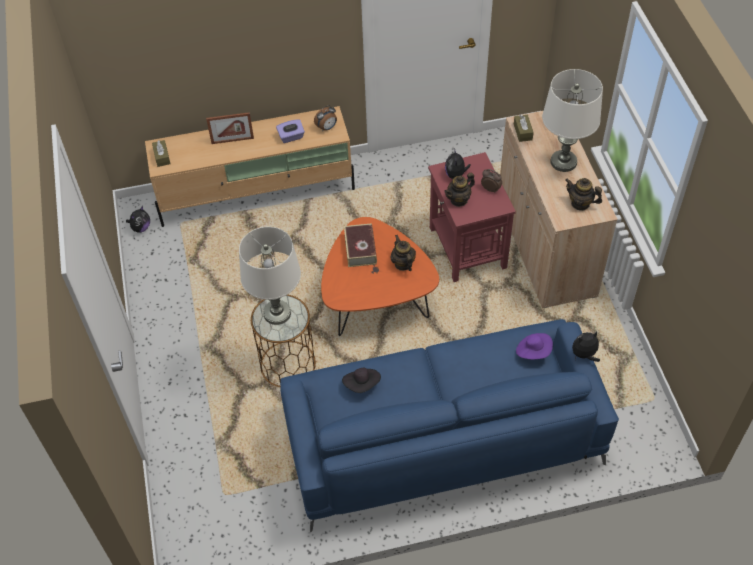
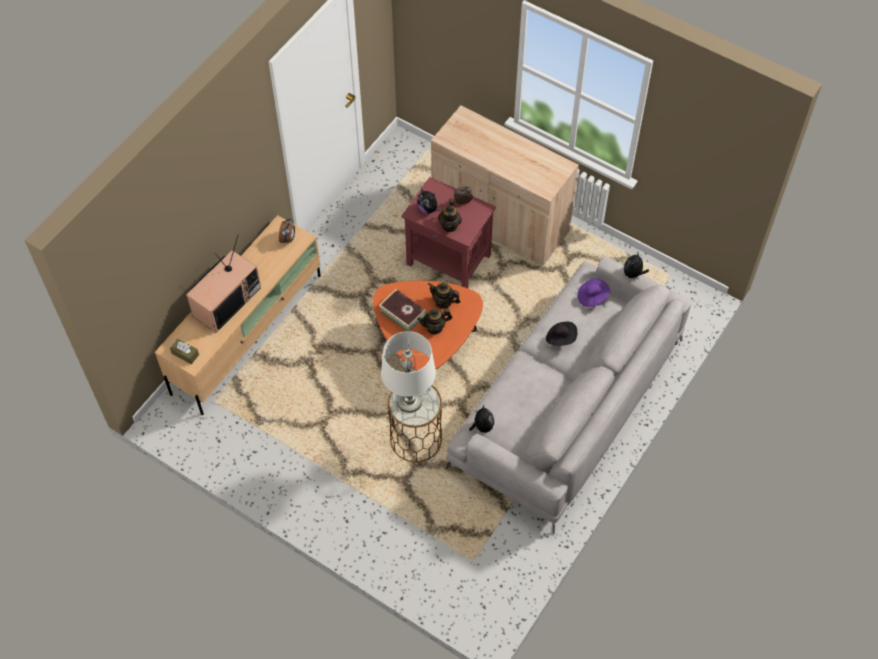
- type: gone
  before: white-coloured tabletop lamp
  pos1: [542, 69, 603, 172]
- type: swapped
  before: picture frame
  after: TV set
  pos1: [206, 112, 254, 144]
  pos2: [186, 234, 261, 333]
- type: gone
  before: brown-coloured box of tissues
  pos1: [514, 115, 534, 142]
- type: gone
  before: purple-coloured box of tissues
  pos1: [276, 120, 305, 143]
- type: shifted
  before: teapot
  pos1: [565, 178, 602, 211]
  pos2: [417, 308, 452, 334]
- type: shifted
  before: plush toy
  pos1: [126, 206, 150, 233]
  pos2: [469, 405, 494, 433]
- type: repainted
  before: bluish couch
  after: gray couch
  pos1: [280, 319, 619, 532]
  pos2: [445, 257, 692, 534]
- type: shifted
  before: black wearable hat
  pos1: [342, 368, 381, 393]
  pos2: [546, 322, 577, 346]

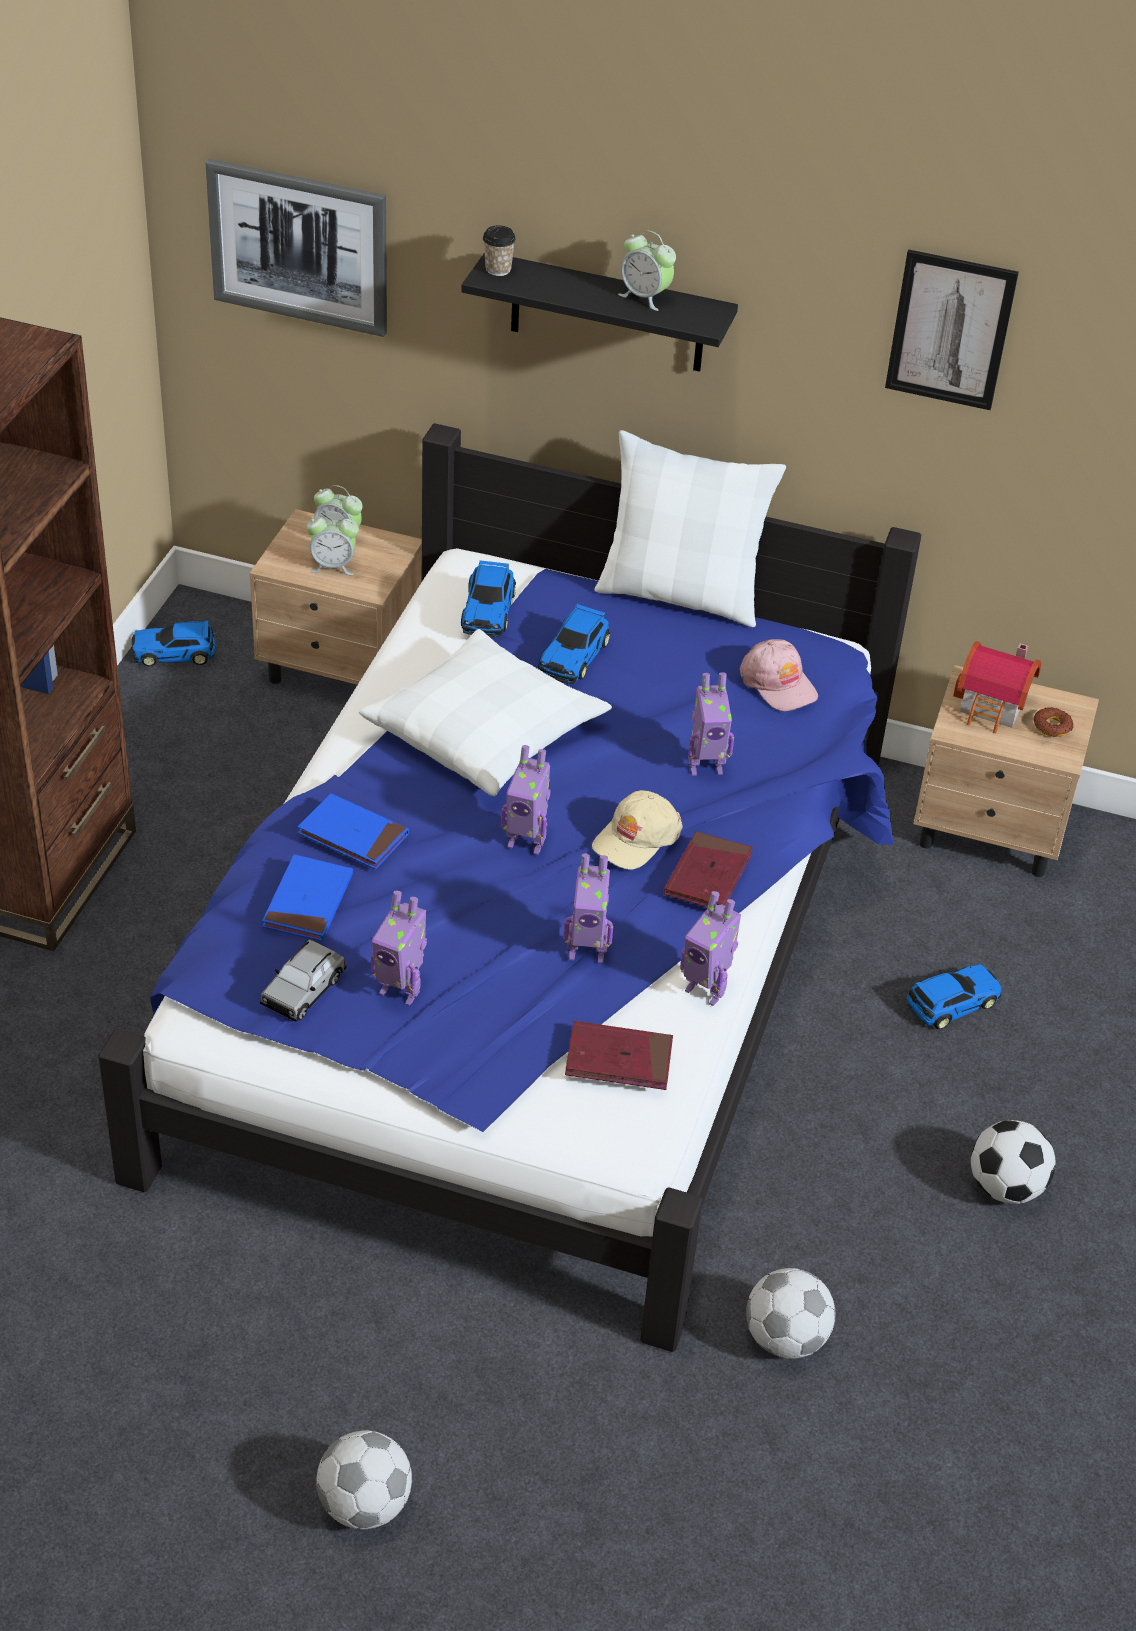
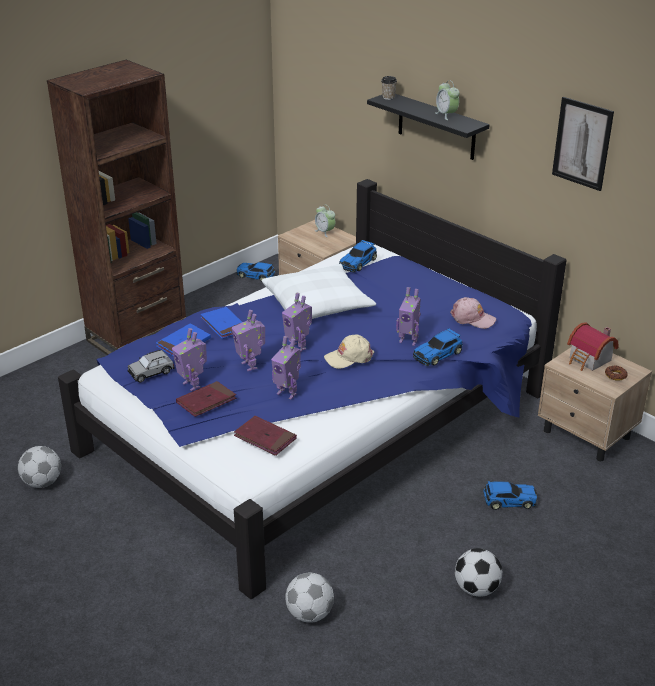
- type: gone
  before: wall picture
  pos1: [205, 159, 387, 337]
- type: gone
  before: white-coloured pillow
  pos1: [594, 430, 786, 627]
- type: gone
  before: table clock
  pos1: [307, 511, 359, 575]
- type: shifted
  before: miniature car
  pos1: [538, 604, 610, 684]
  pos2: [413, 328, 463, 366]
- type: rotated
  before: pink peaked cap
  pos1: [740, 639, 818, 711]
  pos2: [450, 297, 496, 329]
  turn: -60
- type: shifted
  before: reddish bound book
  pos1: [664, 831, 753, 907]
  pos2: [176, 381, 236, 417]
- type: shifted
  before: model robot
  pos1: [680, 891, 741, 1006]
  pos2: [232, 310, 265, 371]
- type: shifted
  before: ball for football
  pos1: [316, 1430, 412, 1530]
  pos2: [18, 446, 61, 488]

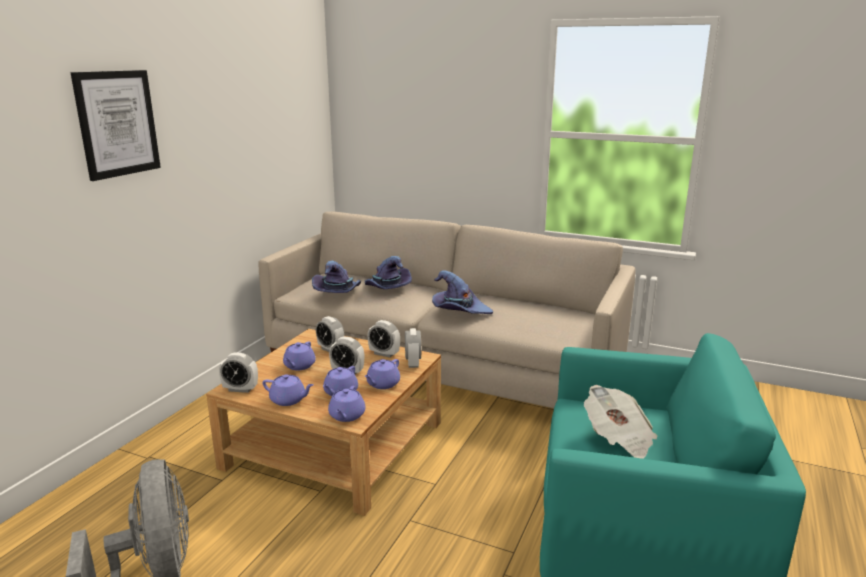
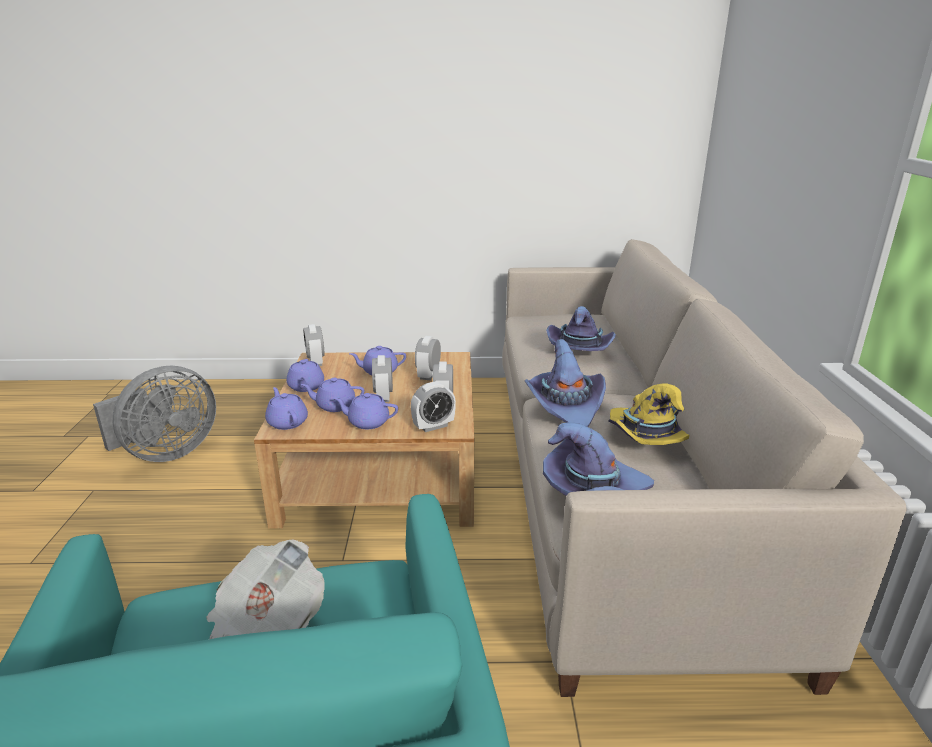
- type: gone
  before: wall picture
  pos1: [71, 70, 161, 181]
- type: shifted
  before: purple-coloured wearable hat
  pos1: [312, 261, 361, 293]
  pos2: [543, 422, 654, 496]
- type: rotated
  before: purple-coloured teapot
  pos1: [328, 386, 365, 422]
  pos2: [265, 387, 308, 430]
  turn: 75
- type: new
  after: yellow-coloured wearable hat
  pos2: [608, 383, 689, 445]

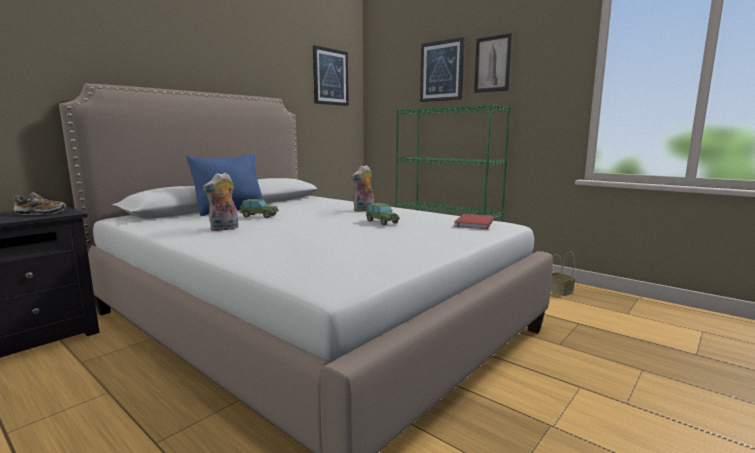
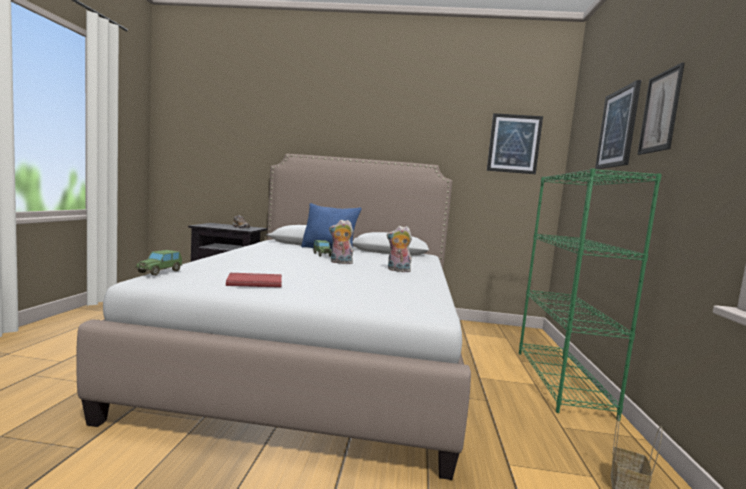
- type: shifted
  before: plush toy
  pos1: [202, 172, 239, 231]
  pos2: [329, 220, 353, 264]
- type: shifted
  before: miniature car
  pos1: [366, 203, 400, 225]
  pos2: [135, 250, 182, 275]
- type: shifted
  before: reddish bound book
  pos1: [454, 214, 494, 229]
  pos2: [226, 273, 282, 288]

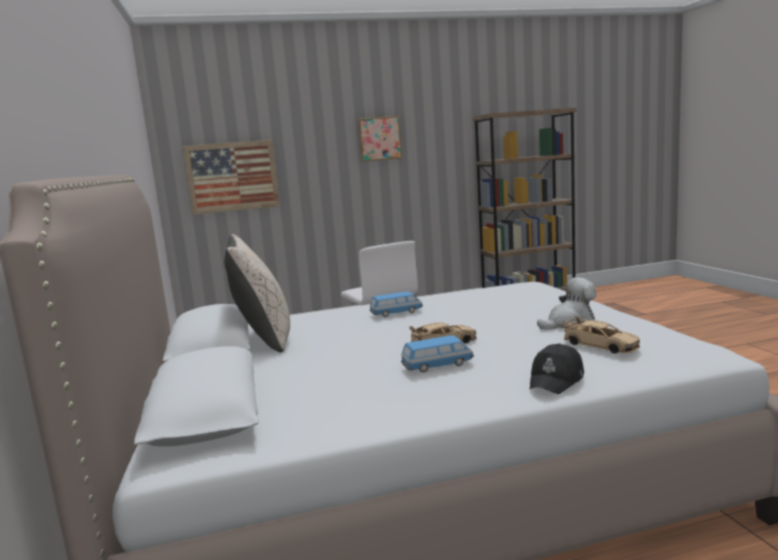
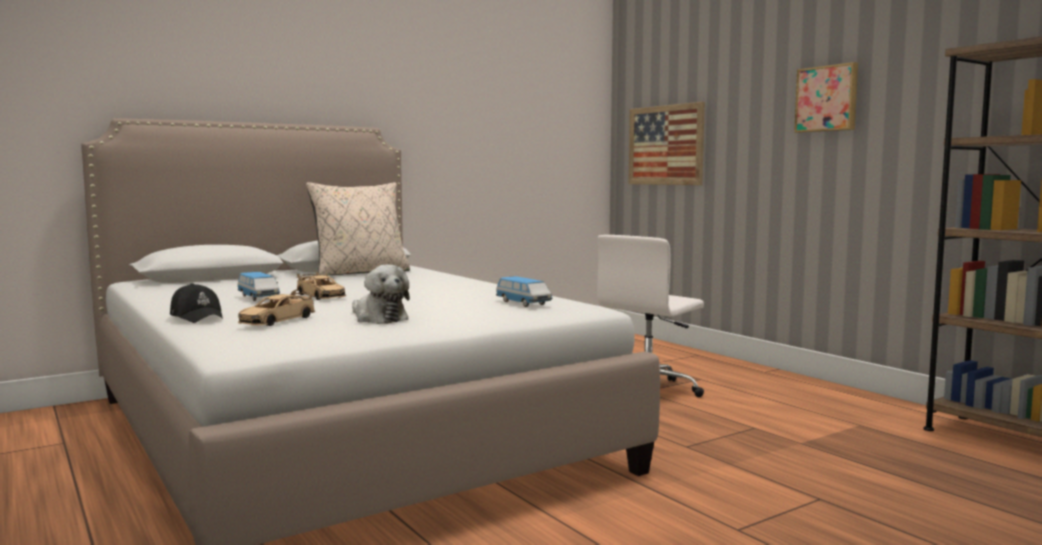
- type: shifted
  before: miniature car
  pos1: [370, 291, 423, 317]
  pos2: [496, 276, 553, 307]
- type: rotated
  before: black peaked cap
  pos1: [530, 343, 584, 394]
  pos2: [170, 283, 223, 323]
  turn: -150

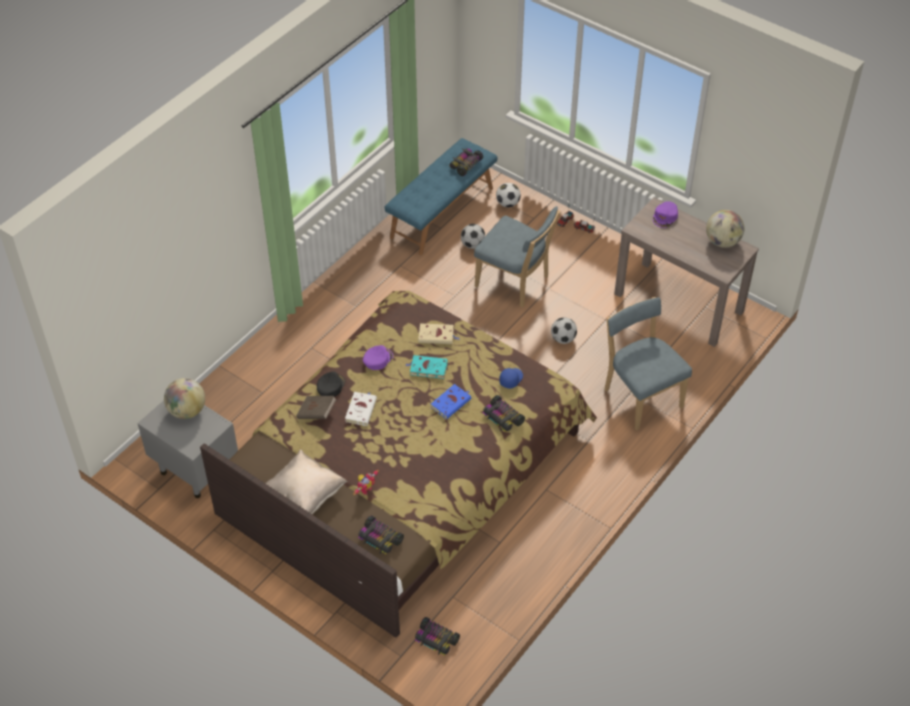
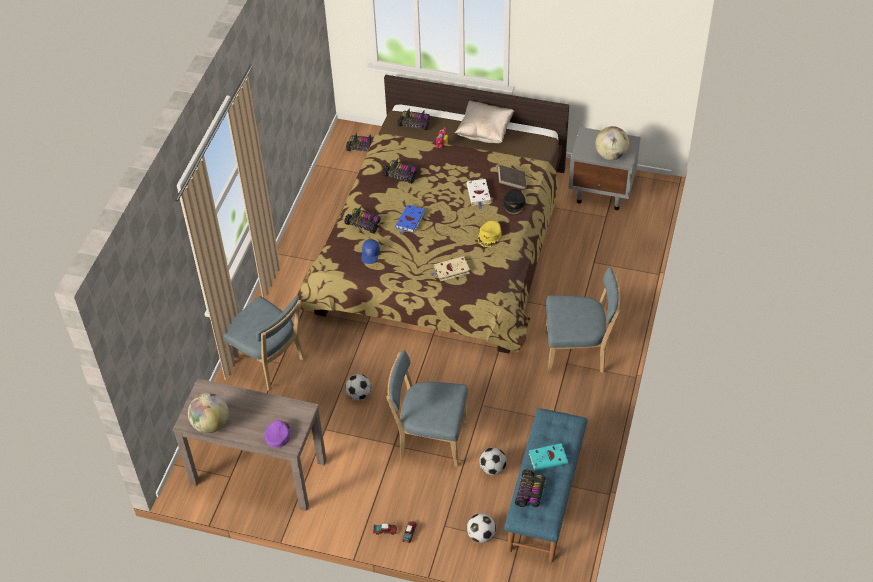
- type: repainted
  before: purple-coloured peaked cap
  after: yellow-coloured peaked cap
  pos1: [363, 345, 393, 370]
  pos2: [478, 221, 502, 247]
- type: shifted
  before: turquoise-coloured bound book
  pos1: [405, 355, 448, 379]
  pos2: [529, 443, 572, 471]
- type: new
  after: miniature car
  pos2: [383, 159, 418, 184]
- type: new
  after: bluish upright chair
  pos2: [545, 267, 620, 374]

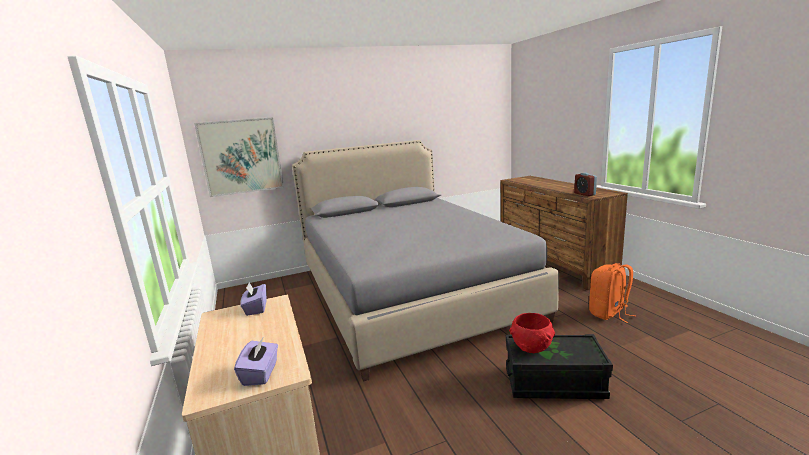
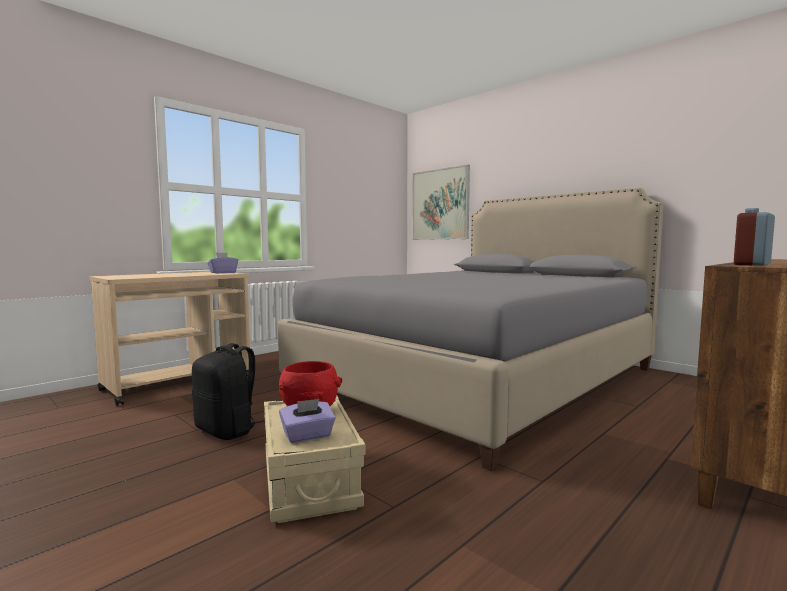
- type: gone
  before: orange-coloured backpack
  pos1: [589, 263, 636, 323]
- type: repainted
  before: black storage box
  after: beige-coloured storage box
  pos1: [506, 334, 613, 399]
  pos2: [264, 396, 366, 523]
- type: shifted
  before: purple-coloured box of tissues
  pos1: [234, 336, 278, 386]
  pos2: [279, 399, 336, 443]
- type: new
  after: black backpack
  pos2: [192, 343, 265, 440]

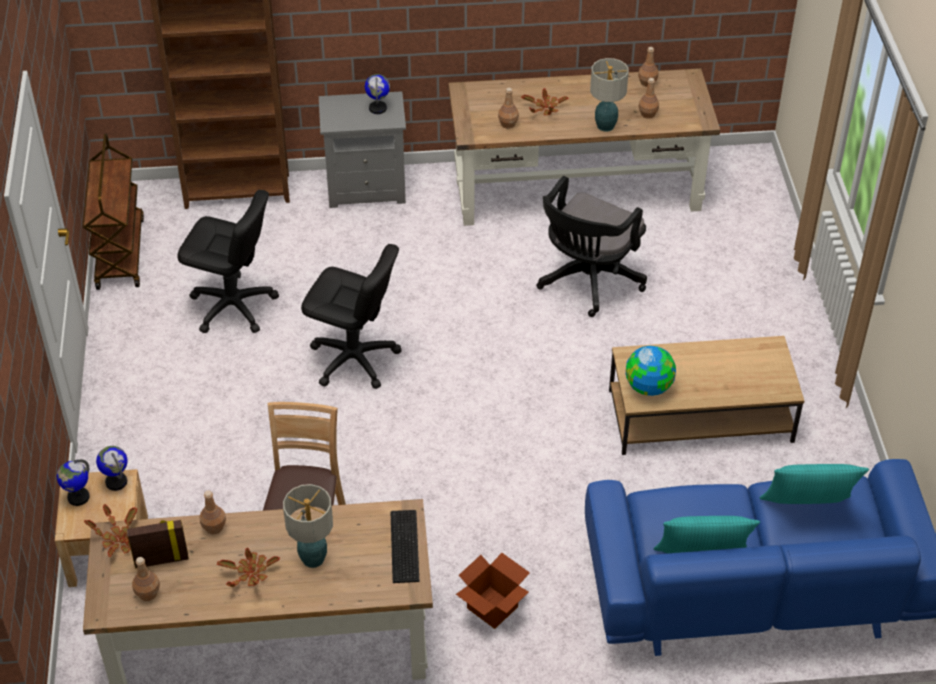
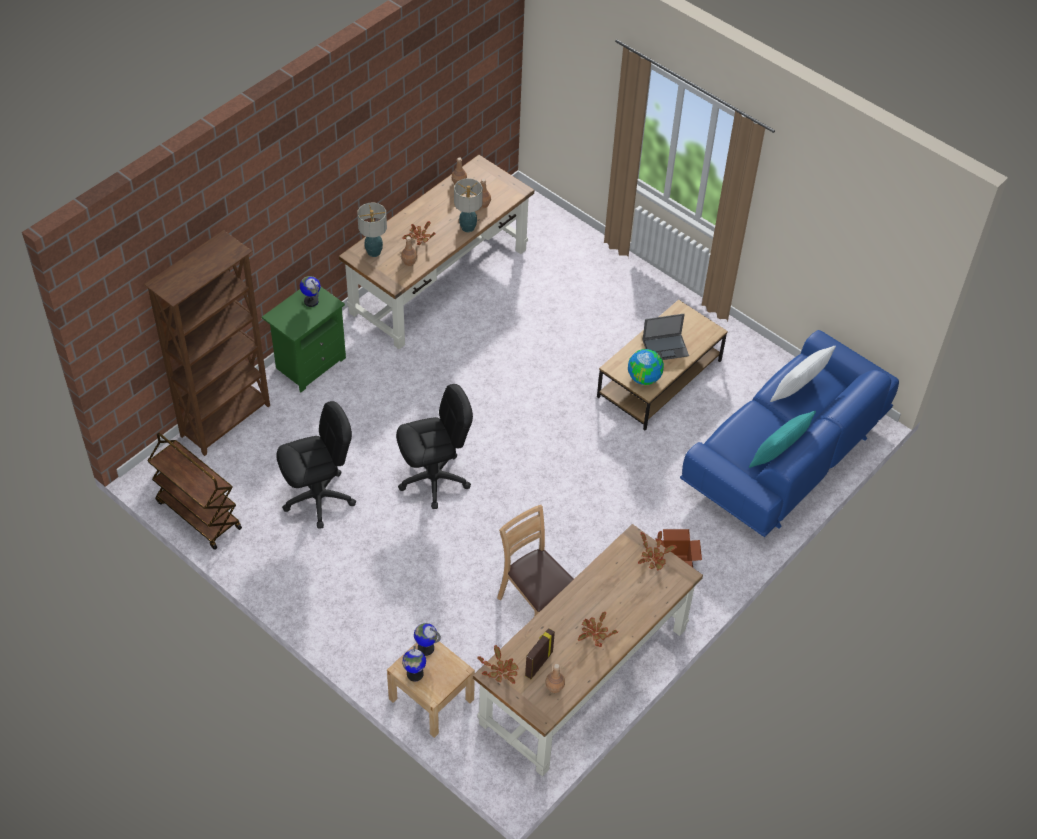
- type: repainted
  before: gray bedside table
  after: green bedside table
  pos1: [319, 91, 406, 208]
  pos2: [262, 286, 346, 392]
- type: gone
  before: black office chair
  pos1: [537, 176, 647, 317]
- type: repainted
  before: turquoise-coloured pillow
  after: white-coloured pillow
  pos1: [760, 464, 869, 504]
  pos2: [770, 346, 836, 402]
- type: shifted
  before: tabletop lamp
  pos1: [283, 484, 333, 568]
  pos2: [357, 203, 387, 257]
- type: gone
  before: brown-coloured beverage bottle
  pos1: [199, 490, 226, 535]
- type: swapped
  before: keyboard
  after: houseplant
  pos1: [391, 510, 419, 583]
  pos2: [638, 531, 677, 571]
- type: new
  after: portable computer
  pos2: [642, 314, 689, 360]

